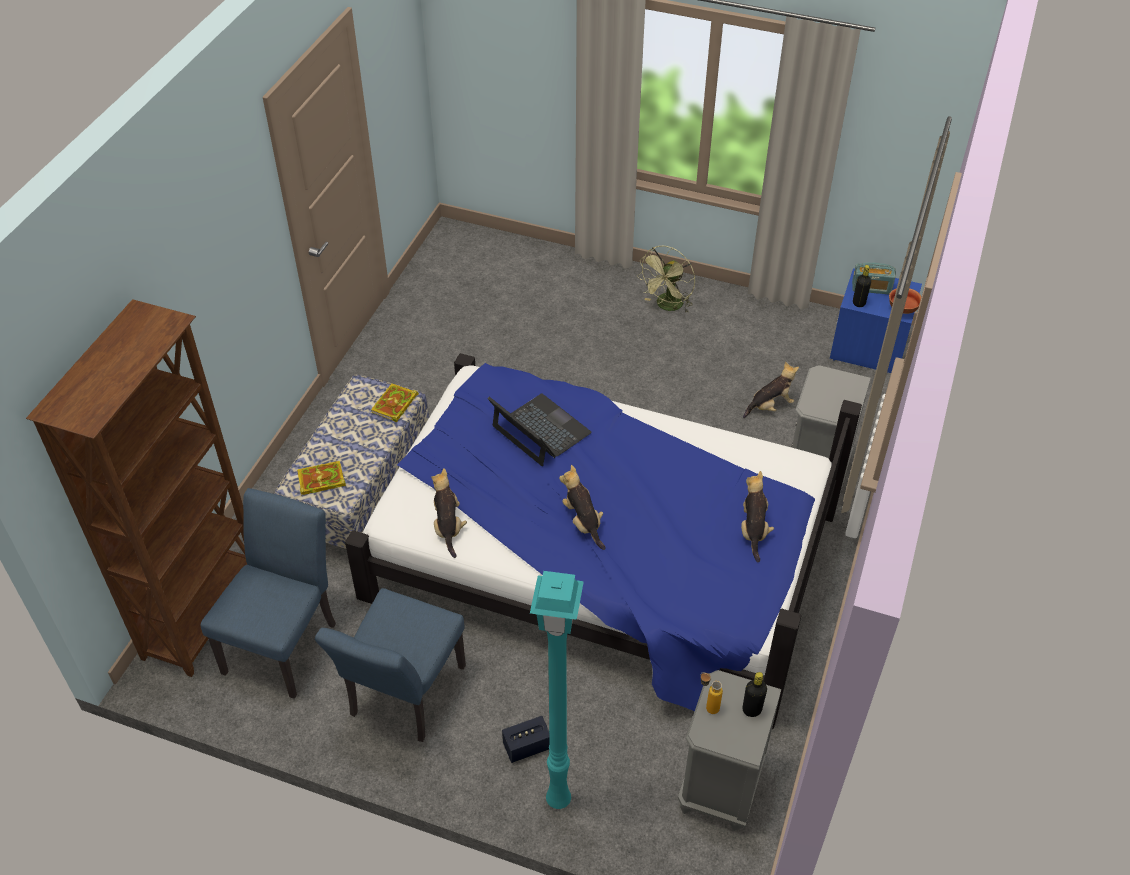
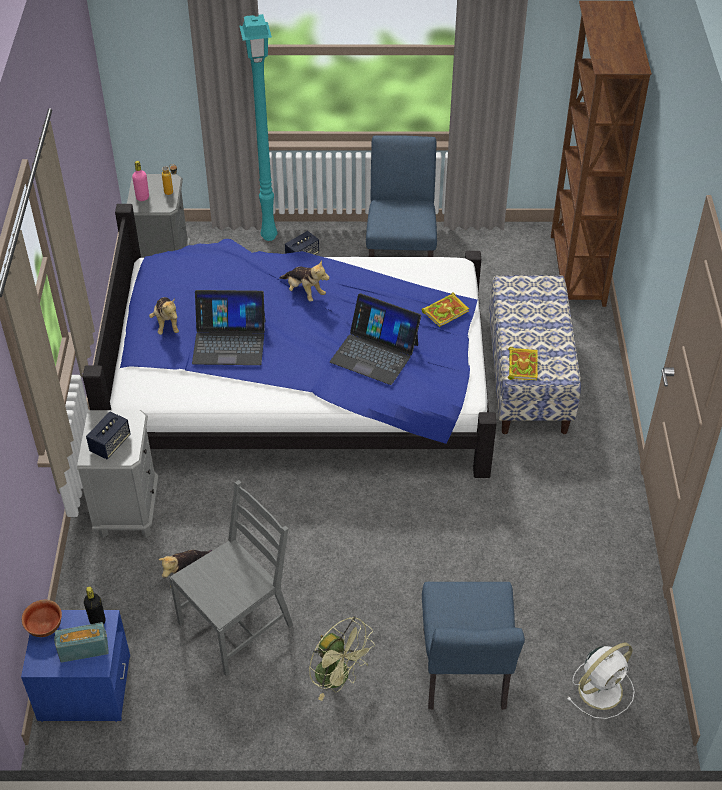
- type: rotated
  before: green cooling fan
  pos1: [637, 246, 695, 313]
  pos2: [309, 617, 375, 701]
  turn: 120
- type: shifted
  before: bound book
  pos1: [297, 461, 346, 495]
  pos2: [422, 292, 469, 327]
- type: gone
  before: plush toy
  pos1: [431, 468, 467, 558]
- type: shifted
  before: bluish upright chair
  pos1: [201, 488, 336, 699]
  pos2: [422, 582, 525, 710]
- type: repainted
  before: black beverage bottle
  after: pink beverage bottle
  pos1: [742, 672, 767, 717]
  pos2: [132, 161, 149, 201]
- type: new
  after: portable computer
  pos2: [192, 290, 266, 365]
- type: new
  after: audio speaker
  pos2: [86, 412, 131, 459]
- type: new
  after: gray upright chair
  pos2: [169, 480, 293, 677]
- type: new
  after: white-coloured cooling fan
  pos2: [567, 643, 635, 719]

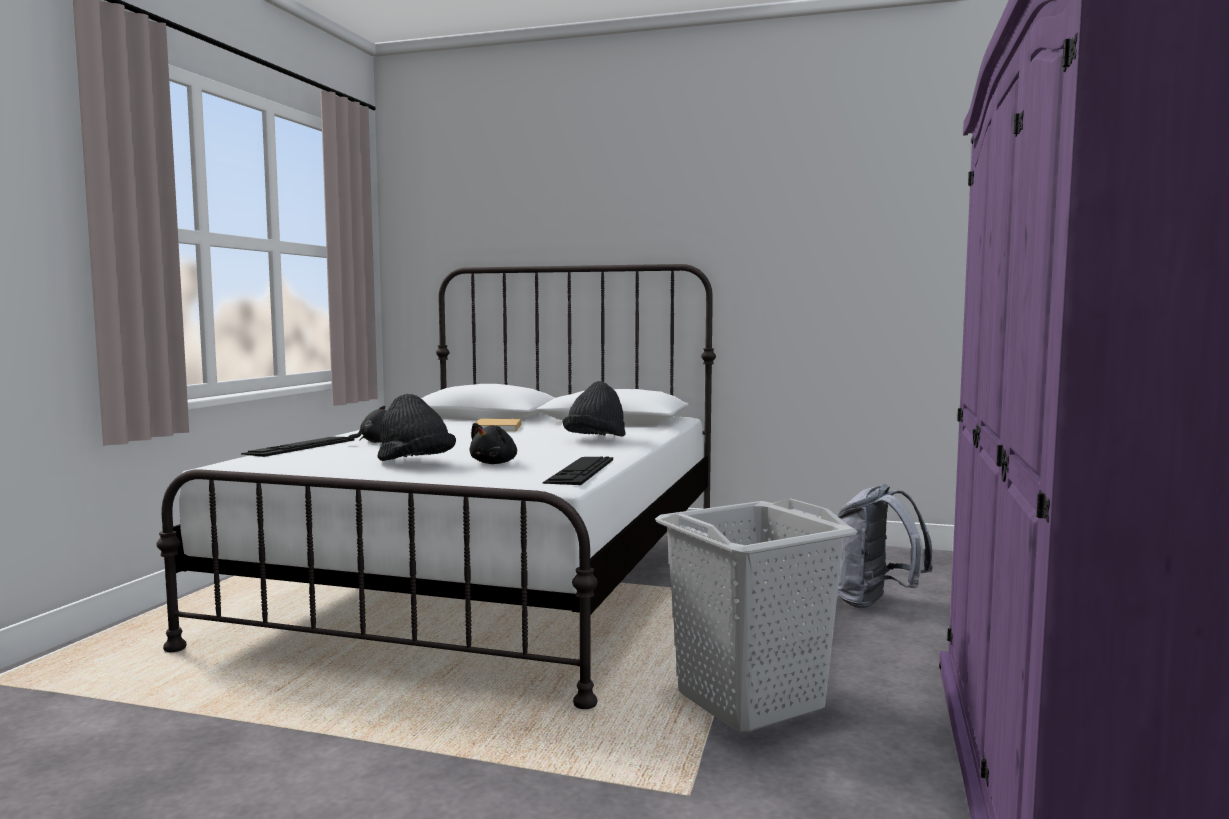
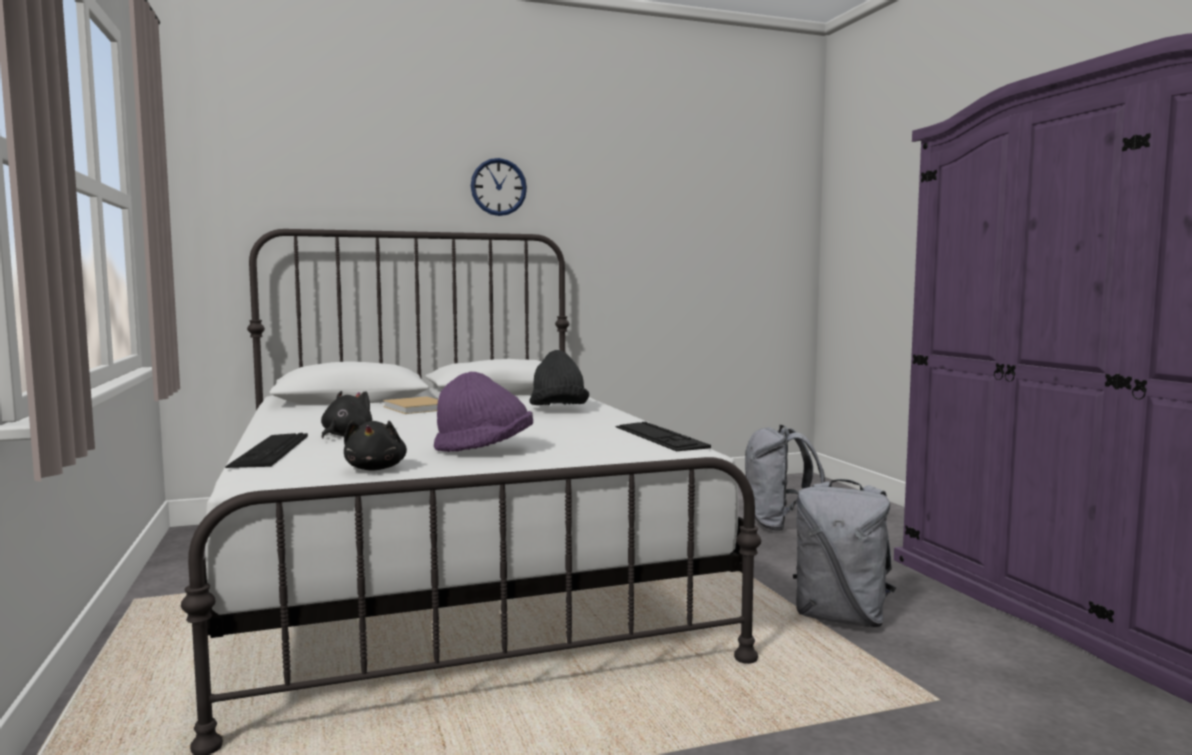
- type: repainted
  before: black wearable hat
  after: purple-coloured wearable hat
  pos1: [378, 394, 456, 461]
  pos2: [434, 372, 533, 452]
- type: shifted
  before: black plush toy
  pos1: [469, 423, 517, 464]
  pos2: [344, 420, 407, 470]
- type: swapped
  before: gray hamper
  after: gray backpack
  pos1: [655, 498, 858, 732]
  pos2: [793, 479, 896, 627]
- type: new
  after: hanging clock
  pos2: [471, 158, 527, 216]

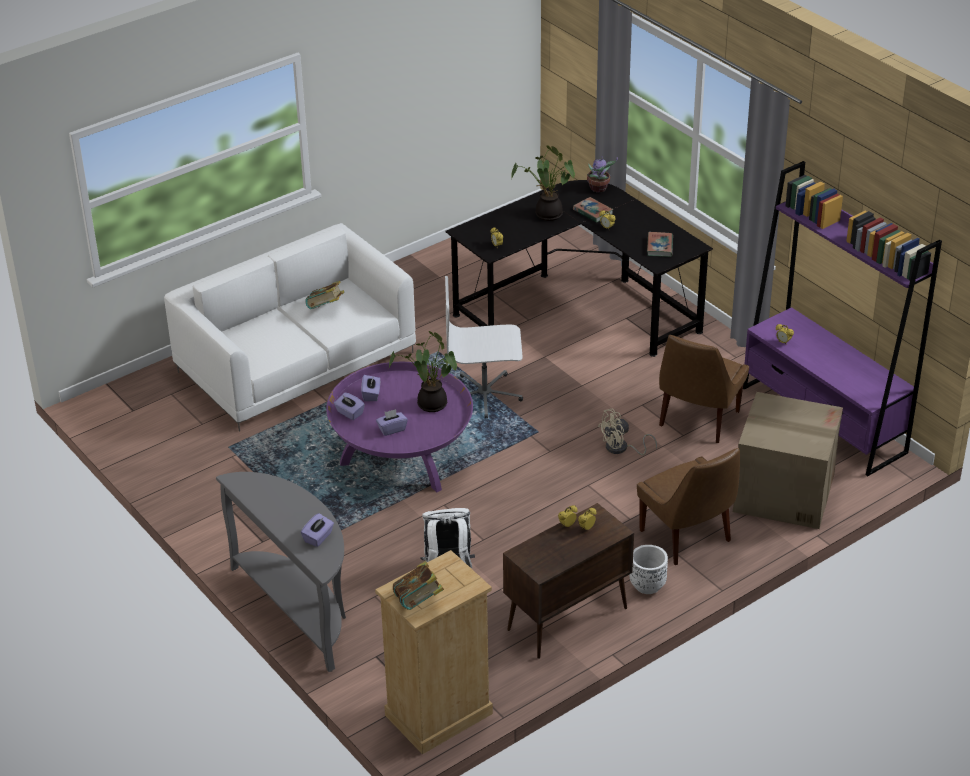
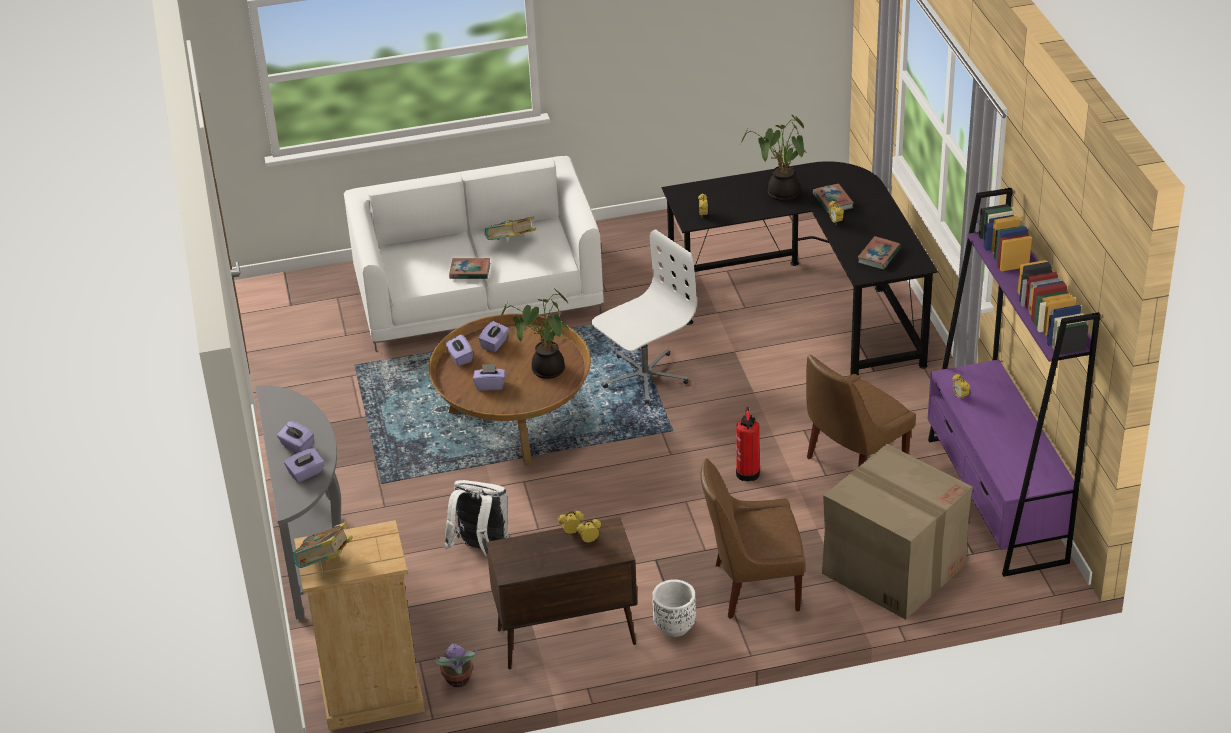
- type: shifted
  before: houseplant
  pos1: [587, 156, 618, 193]
  pos2: [435, 643, 477, 687]
- type: rotated
  before: white-coloured office chair
  pos1: [445, 276, 523, 419]
  pos2: [592, 230, 697, 404]
  turn: 120
- type: repainted
  before: purple-coloured coffee table
  after: brown-coloured coffee table
  pos1: [326, 362, 473, 492]
  pos2: [429, 314, 591, 466]
- type: swapped
  before: beige-coloured cooling fan
  after: extinguisher
  pos1: [598, 409, 657, 455]
  pos2: [736, 407, 760, 481]
- type: rotated
  before: brown-coloured upright chair
  pos1: [637, 448, 740, 565]
  pos2: [700, 458, 805, 619]
  turn: 90
- type: new
  after: bound book
  pos2: [449, 258, 490, 279]
- type: new
  after: purple-coloured box of tissues
  pos2: [277, 421, 314, 453]

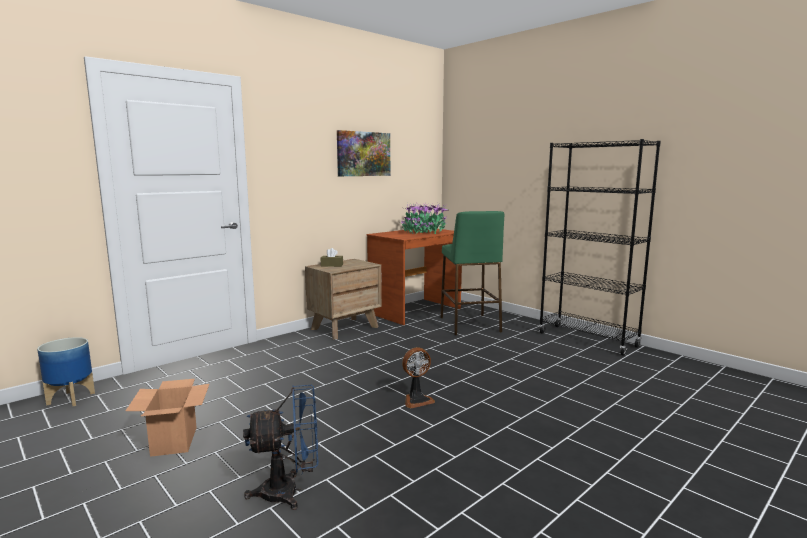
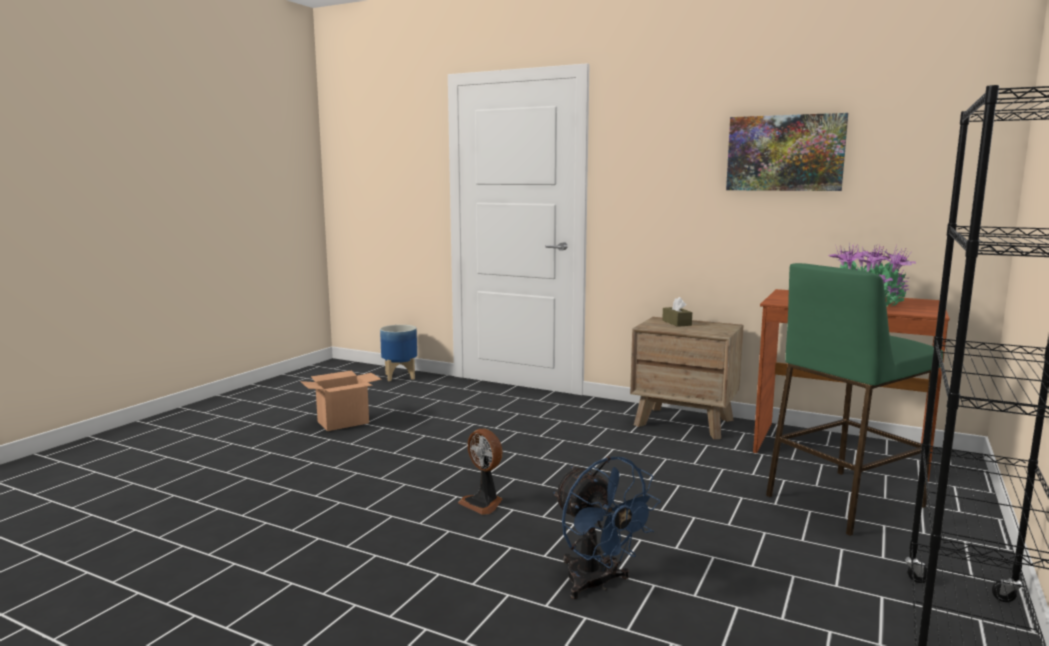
- type: shifted
  before: bluish cooling fan
  pos1: [243, 385, 318, 510]
  pos2: [553, 456, 661, 599]

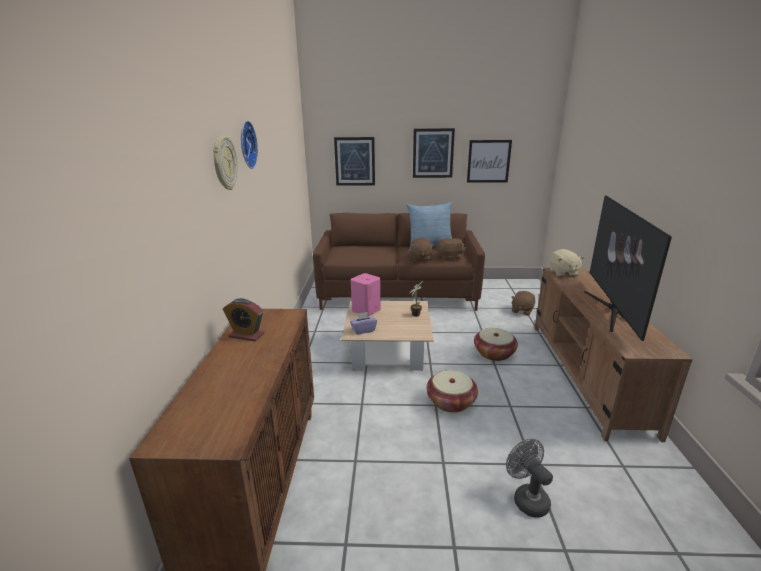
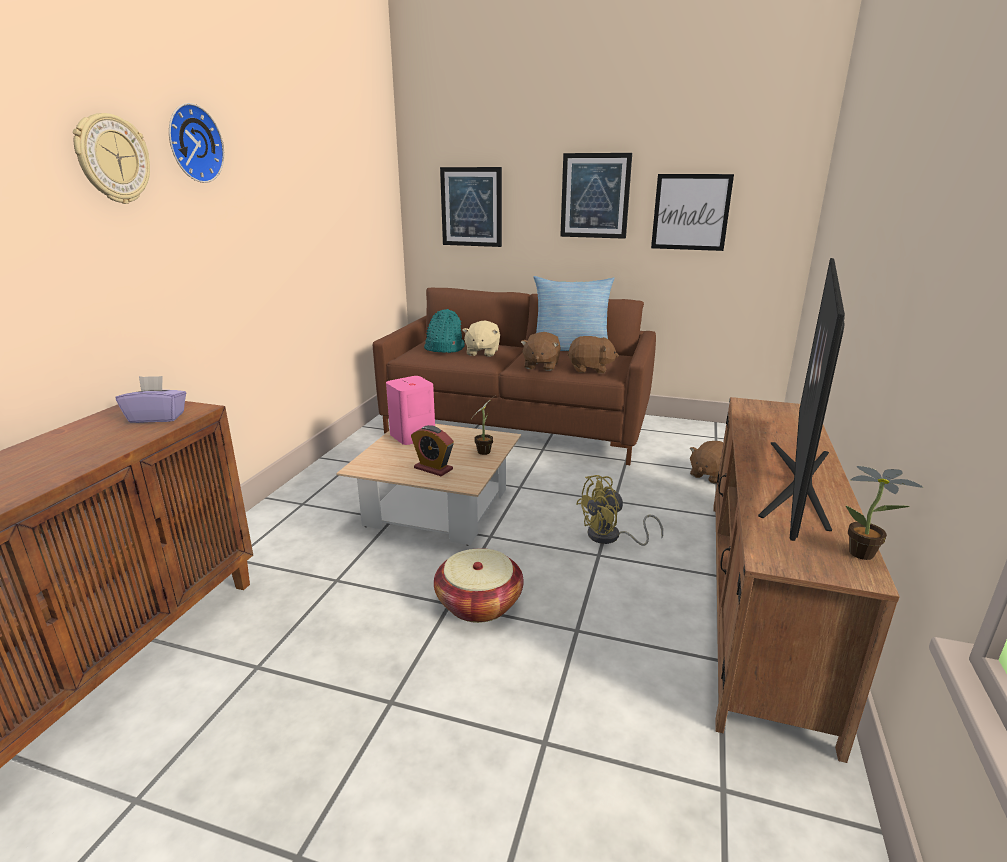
- type: shifted
  before: beige-coloured plush toy
  pos1: [549, 249, 584, 277]
  pos2: [462, 320, 500, 357]
- type: shifted
  before: table clock
  pos1: [223, 298, 264, 341]
  pos2: [411, 425, 454, 476]
- type: shifted
  before: purple-coloured box of tissues
  pos1: [350, 312, 377, 335]
  pos2: [116, 376, 186, 423]
- type: swapped
  before: household basket
  after: yellow-coloured cooling fan
  pos1: [474, 328, 518, 361]
  pos2: [576, 475, 663, 546]
- type: gone
  before: gray cooling fan
  pos1: [506, 439, 553, 518]
- type: new
  after: turquoise-coloured wearable hat
  pos2: [424, 309, 465, 353]
- type: new
  after: houseplant
  pos2: [846, 466, 924, 560]

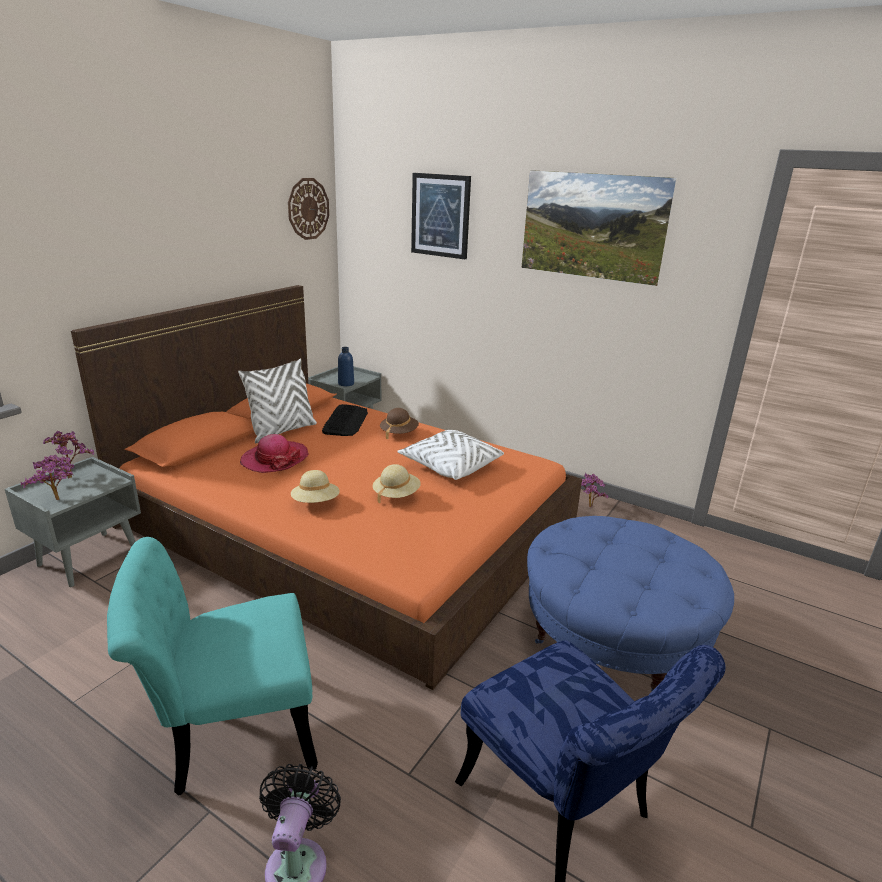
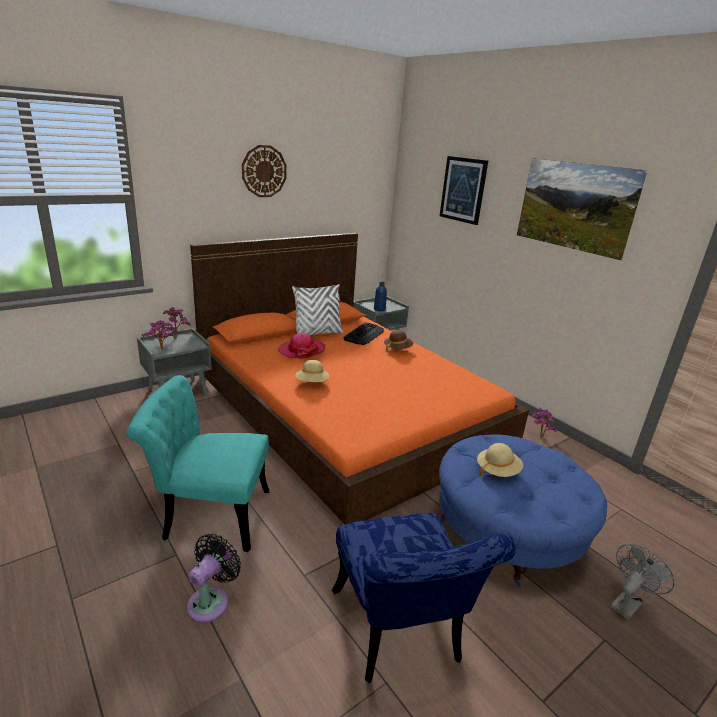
- type: shifted
  before: hanging clock
  pos1: [288, 178, 329, 240]
  pos2: [242, 145, 287, 197]
- type: gone
  before: white-coloured pillow
  pos1: [397, 430, 504, 480]
- type: shifted
  before: beige-coloured wearable hat
  pos1: [372, 464, 421, 504]
  pos2: [477, 443, 523, 477]
- type: new
  after: gray cooling fan
  pos2: [610, 544, 674, 620]

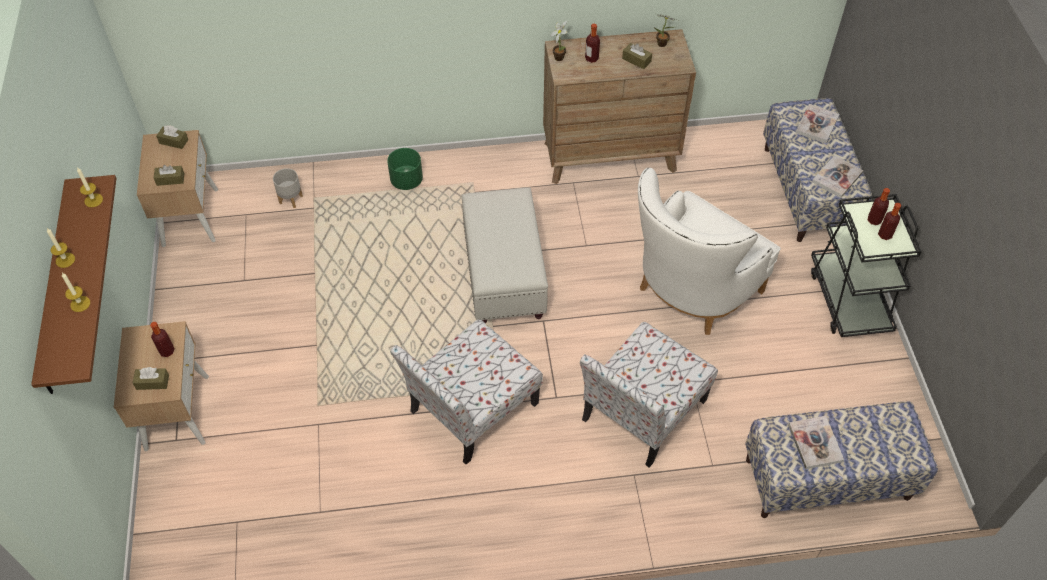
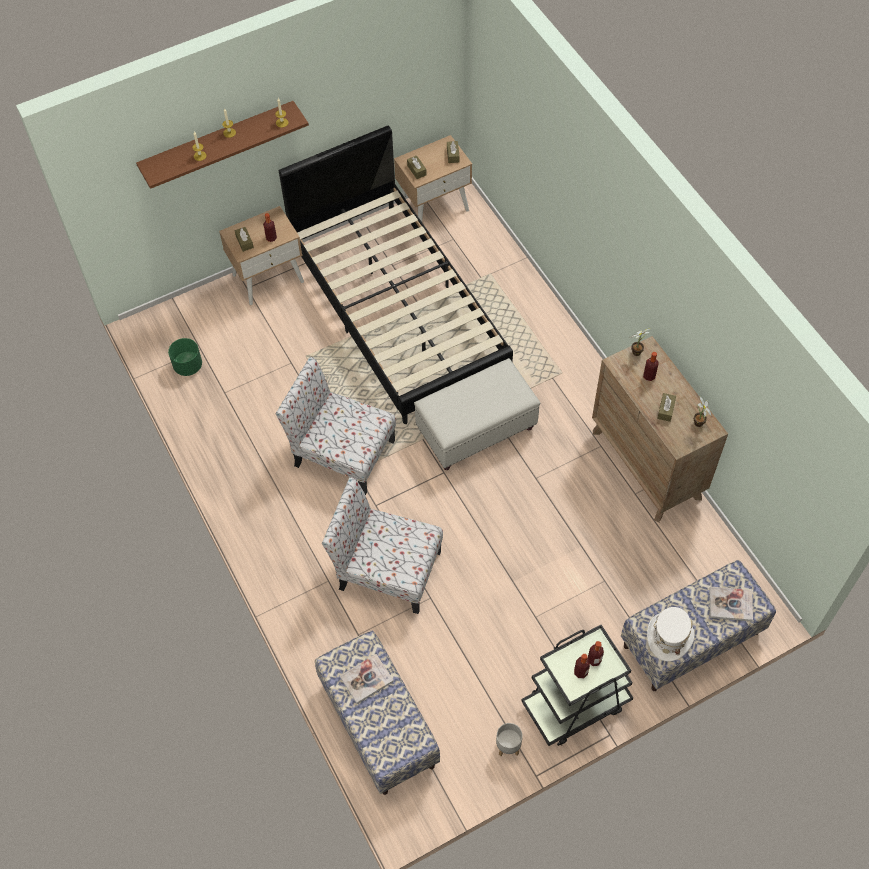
- type: shifted
  before: green flower pot
  pos1: [387, 148, 423, 190]
  pos2: [168, 338, 202, 376]
- type: swapped
  before: bound book
  after: white-coloured wearable hat
  pos1: [812, 155, 863, 198]
  pos2: [647, 607, 694, 661]
- type: shifted
  before: gray flower pot
  pos1: [273, 168, 303, 208]
  pos2: [496, 723, 523, 756]
- type: gone
  before: white-coloured lounge chair
  pos1: [638, 168, 781, 335]
- type: new
  after: black sleeping bed
  pos2: [279, 126, 513, 424]

